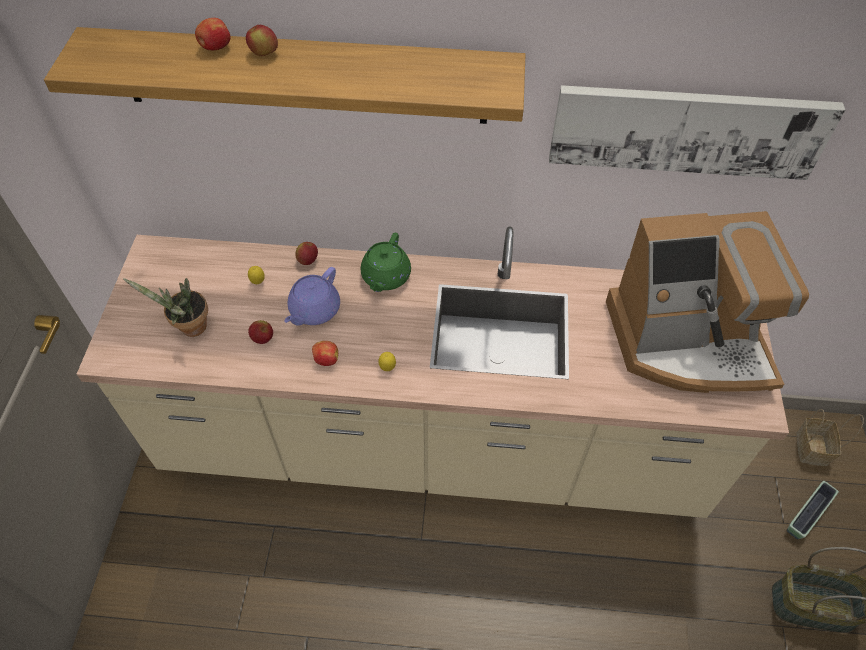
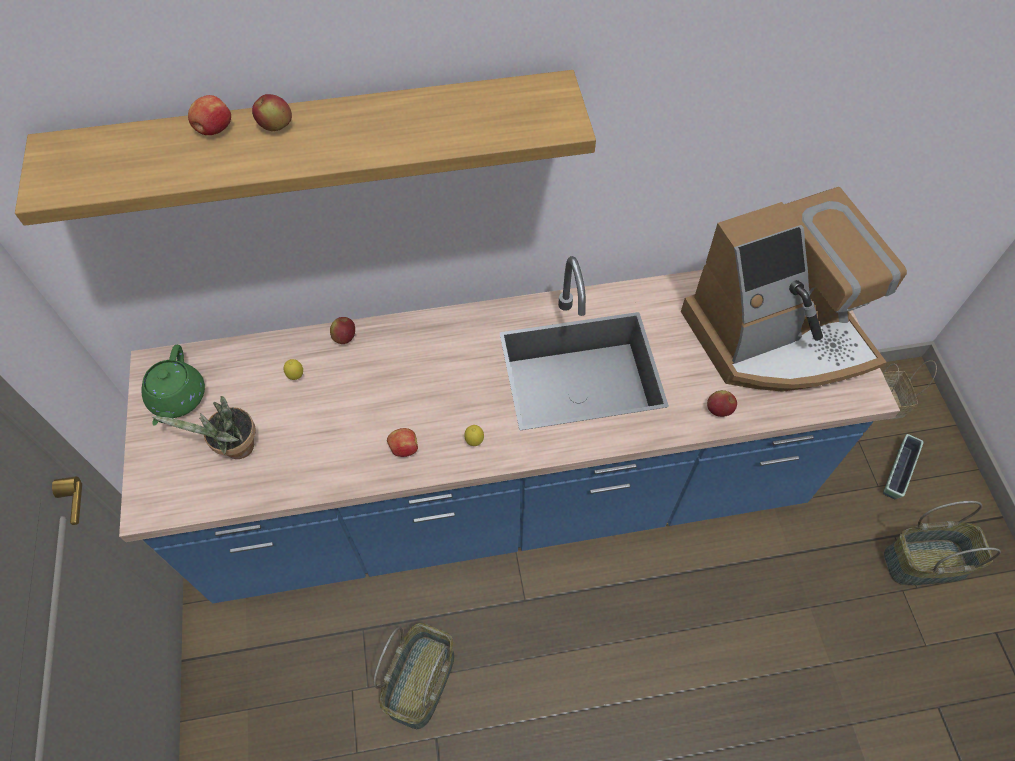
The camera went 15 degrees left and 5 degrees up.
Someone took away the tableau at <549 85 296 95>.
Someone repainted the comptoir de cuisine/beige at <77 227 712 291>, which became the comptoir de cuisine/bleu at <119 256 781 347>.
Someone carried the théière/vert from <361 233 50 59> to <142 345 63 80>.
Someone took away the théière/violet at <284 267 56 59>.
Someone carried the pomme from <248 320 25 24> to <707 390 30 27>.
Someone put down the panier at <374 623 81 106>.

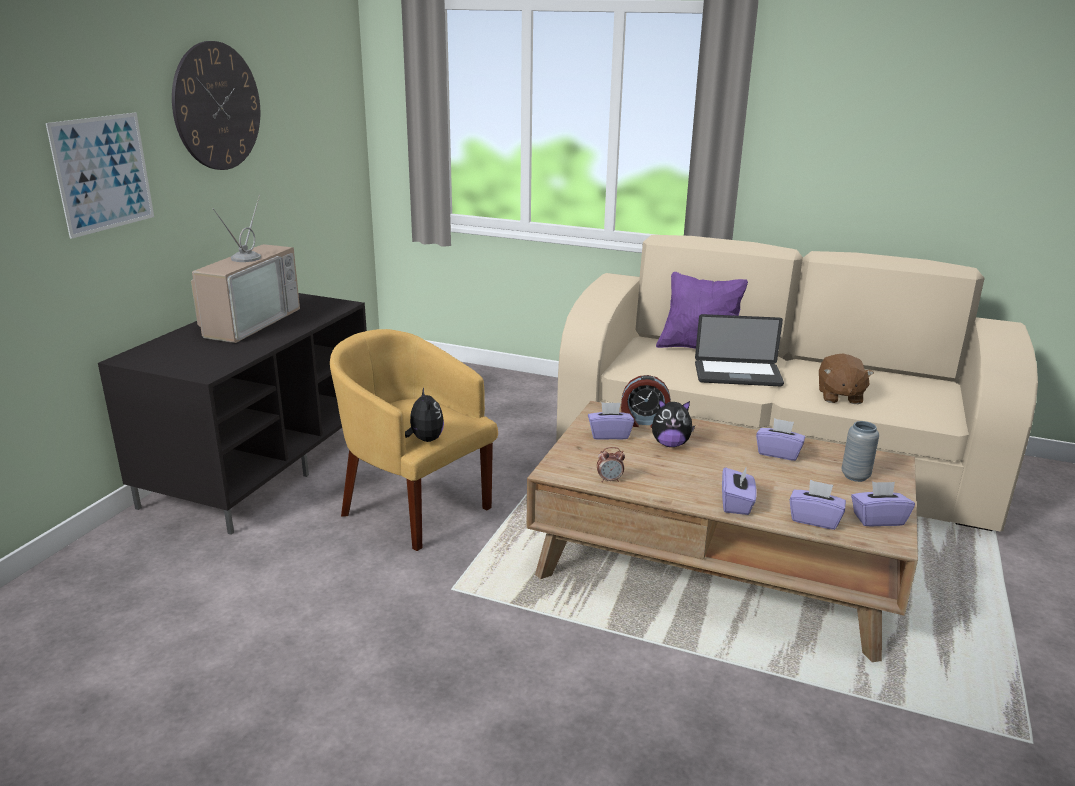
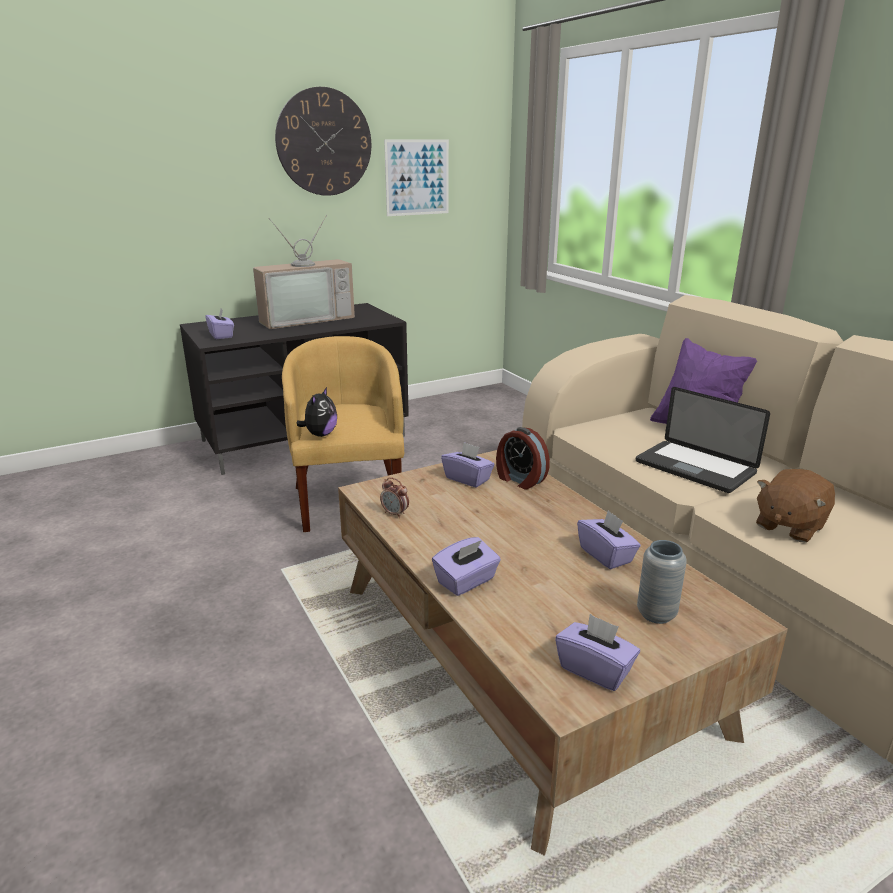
The camera went 40 degrees right and 0 degrees up.
Someone carried the tableau from <46 112 108 127> to <384 140 65 76>.
Someone took away the peluche at <652 399 43 48>.
Someone carried the boîte à mouchoirs/violet from <790 480 56 50> to <205 309 29 30>.

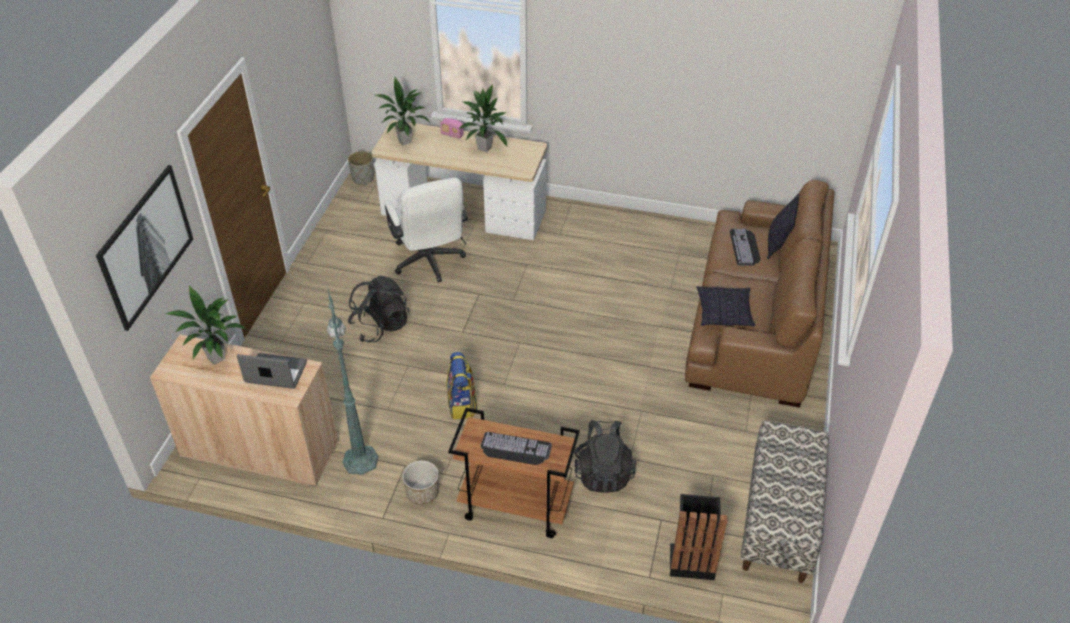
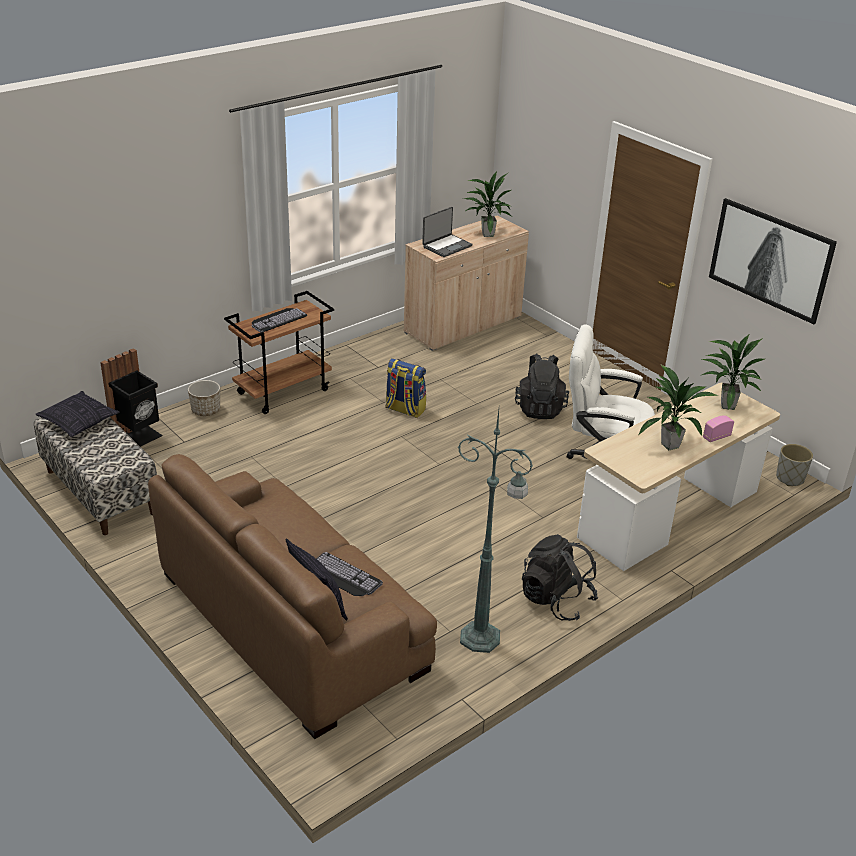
The camera went 125 degrees right and 10 degrees down.
Someone carried the tableau from <96 165 97 166> to <709 198 128 126>.
Someone carried the lampadaire/vert from <327 285 51 190> to <458 410 75 243>.
Someone carried the coussin from <696 286 60 40> to <35 391 85 46>.
Someone carried the sac à dos/noir from <574 420 62 72> to <522 534 76 87>.
Someone carried the cache-pot from <402 460 37 44> to <188 380 32 36>.

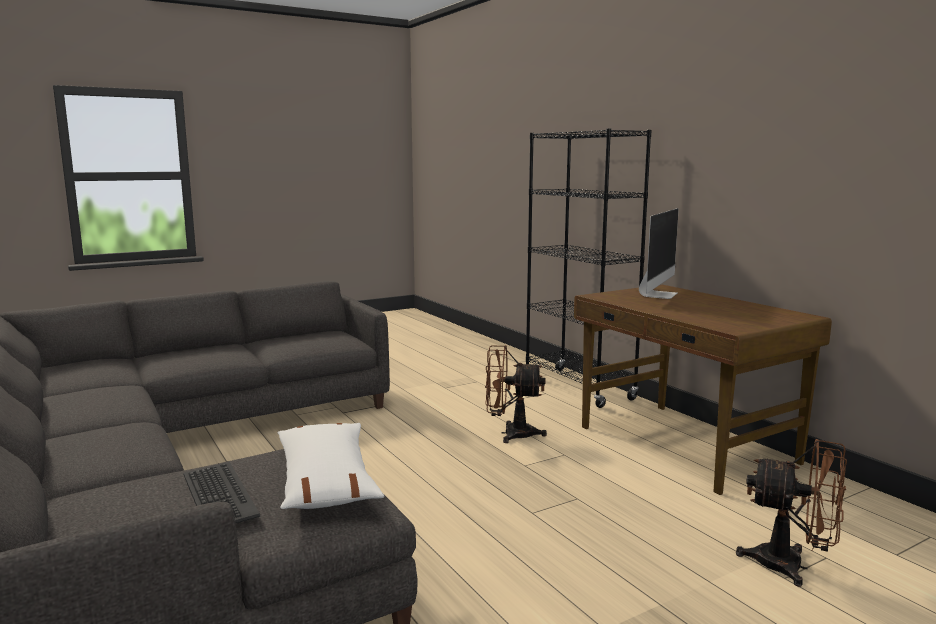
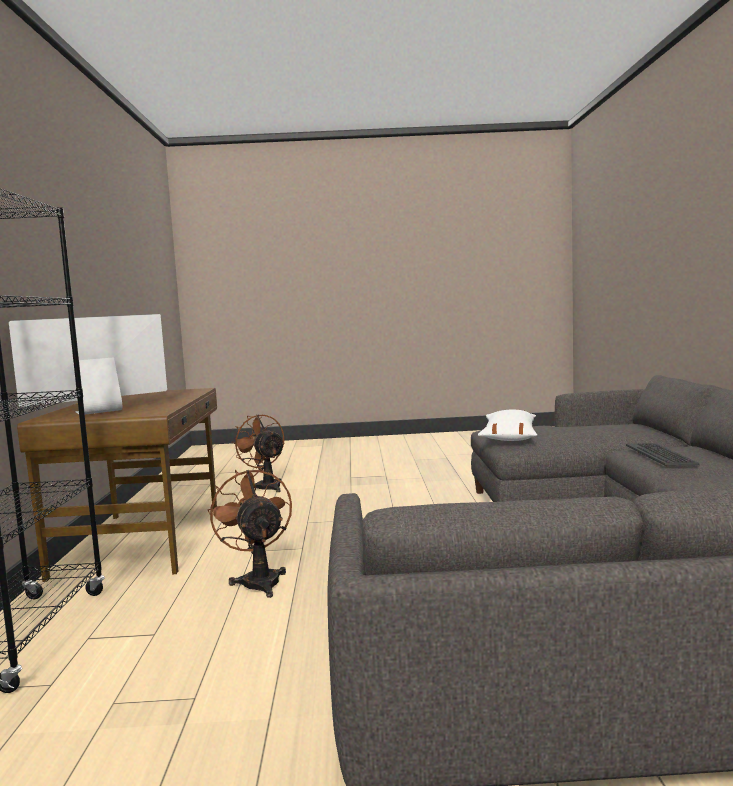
The camera went 150 degrees left and 5 degrees down.
Someone rotated the ventilateur/marron at <485 345 62 98> by 150 degrees counterclockwise.
Someone carried the clavier from <184 462 76 61> to <626 443 74 23>.

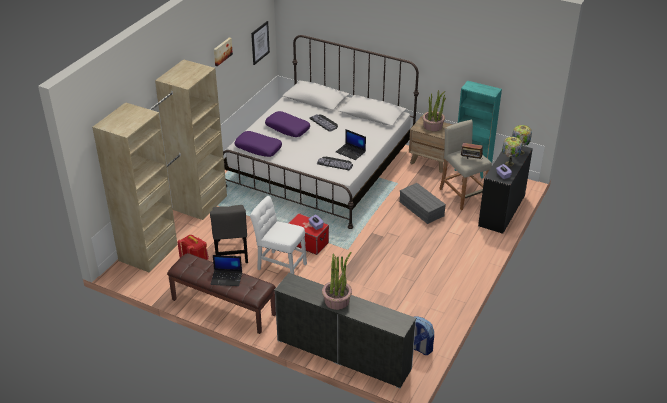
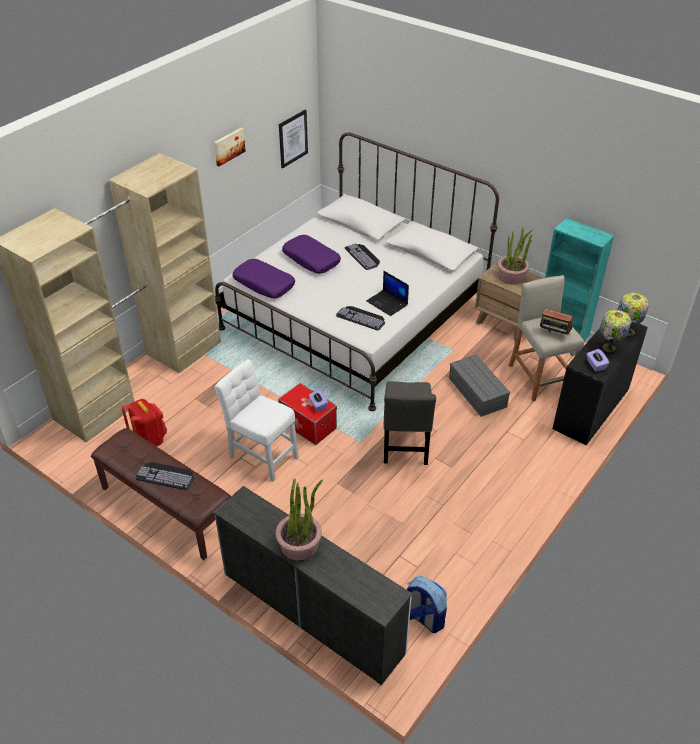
The camera went 10 degrees right and 5 degrees up.
Someone carried the chaise/gris from <210 205 38 58> to <384 381 52 84>.
Someone swapped the ordinateur portable at <210 255 32 31> for the clavier at <134 462 60 28>.

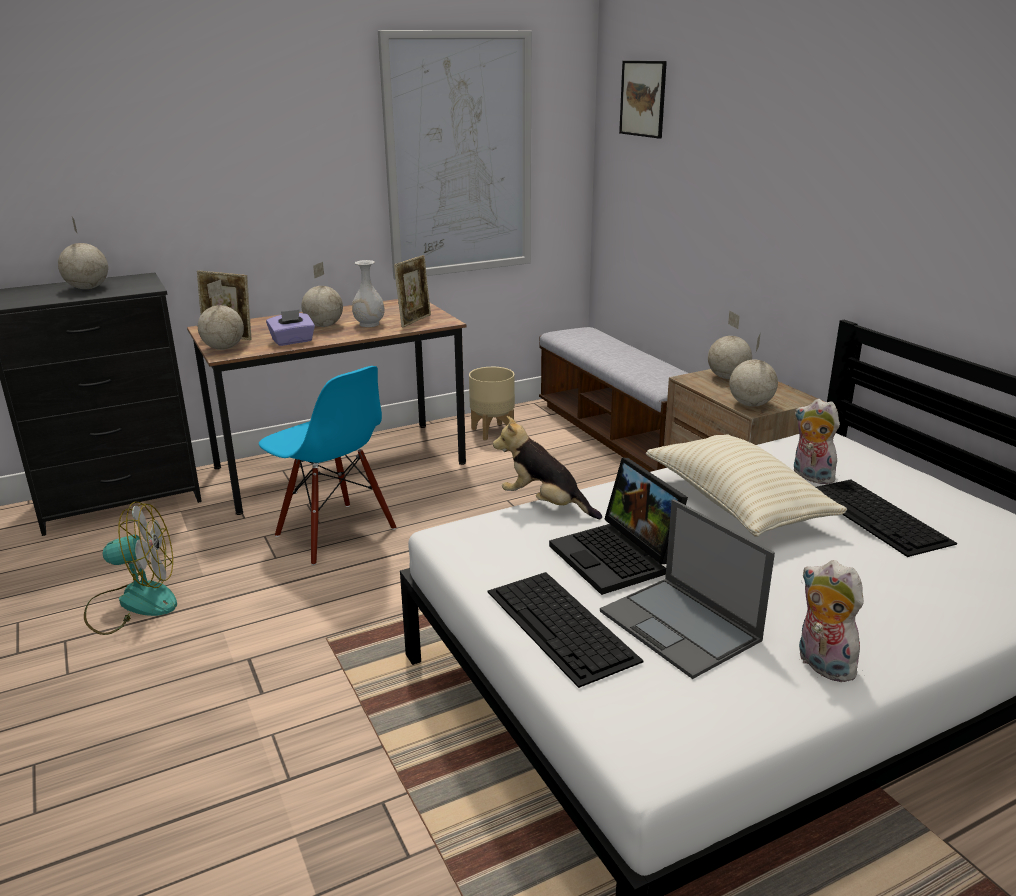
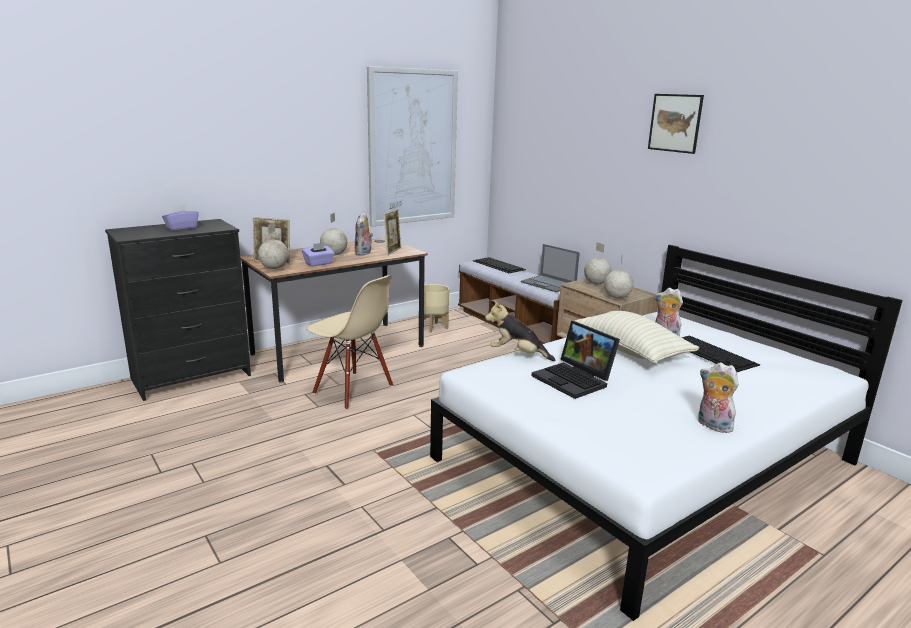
The camera went 10 degrees left and 5 degrees down.
Someone carried the tableau from <619 61 48 78> to <648 94 56 60>.
Someone swapped the globe at <58 217 50 72> for the boîte à mouchoirs/violet at <162 203 37 27>.
Someone swapped the vase/blanc at <352 260 33 67> for the peluche at <355 212 18 44>.
Someone repainted the chaise/bleu at <259 366 137 200>, which became the chaise/beige at <306 275 87 135>.
Someone carried the ordinateur portable from <600 499 175 180> to <521 244 59 48>.
Someone took away the ventilateur at <84 501 93 134>.
Someone carried the clavier from <488 572 155 116> to <473 257 53 16>.

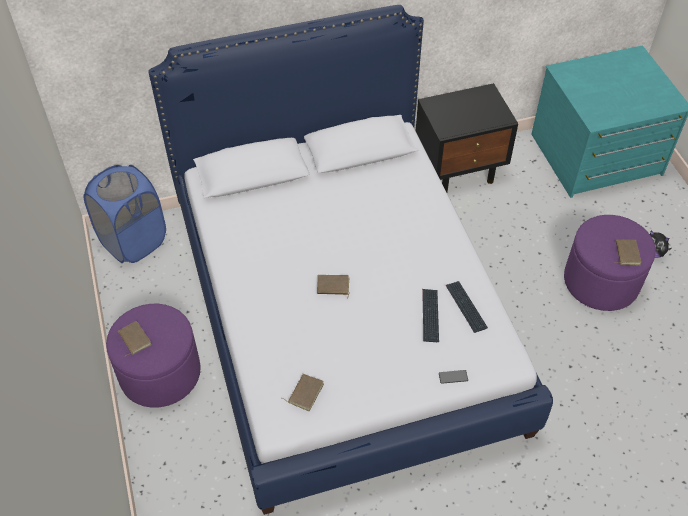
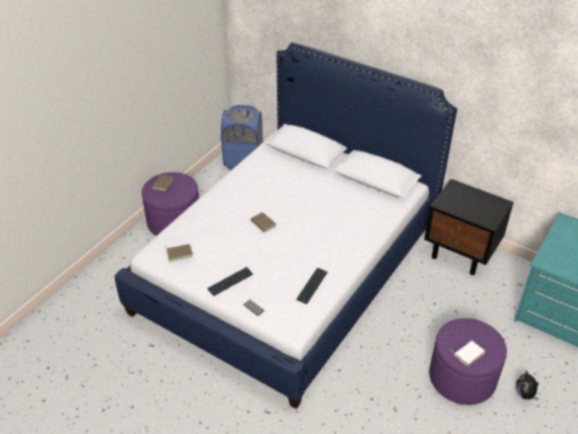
The camera went 50 degrees right and 10 degrees down.
Someone repainted the livre/marron at <614 240 27 25>, which became the livre/blanc at <450 340 35 26>.
Someone carried the clavier from <422 289 17 53> to <207 267 46 29>.

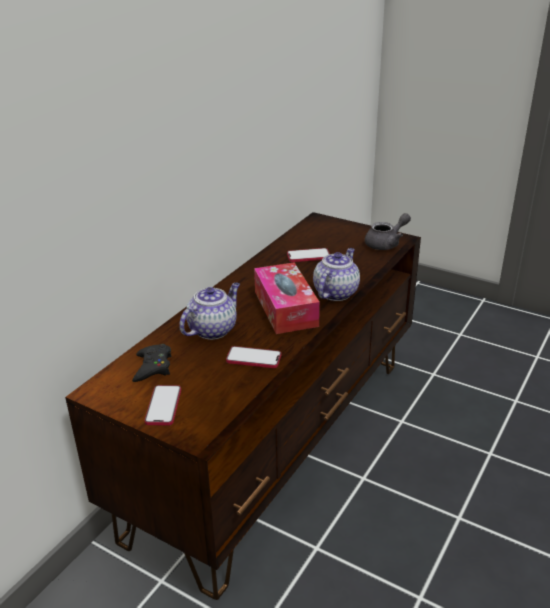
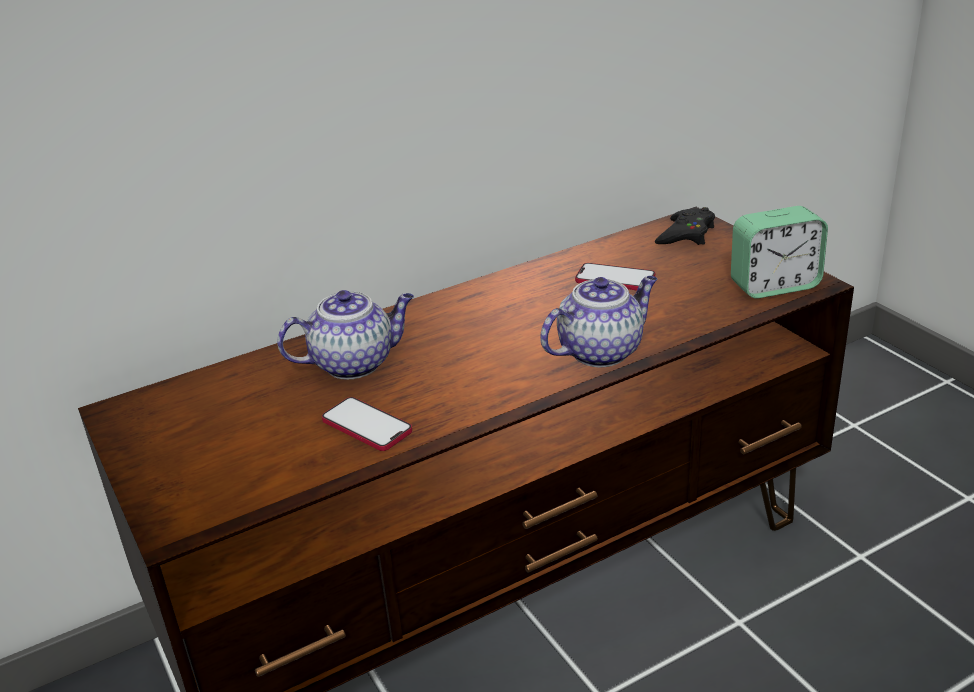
The camera went 30 degrees right and 0 degrees up.
Someone swapped the théière/gris at <365 213 46 37> for the réveil at <731 206 97 93>.
Someone took away the boîte à mouchoirs at <254 262 66 72>.
Someone carried the manette/noir from <132 344 39 38> to <655 207 60 38>.
Someone took away the téléphone at <144 385 37 41>.

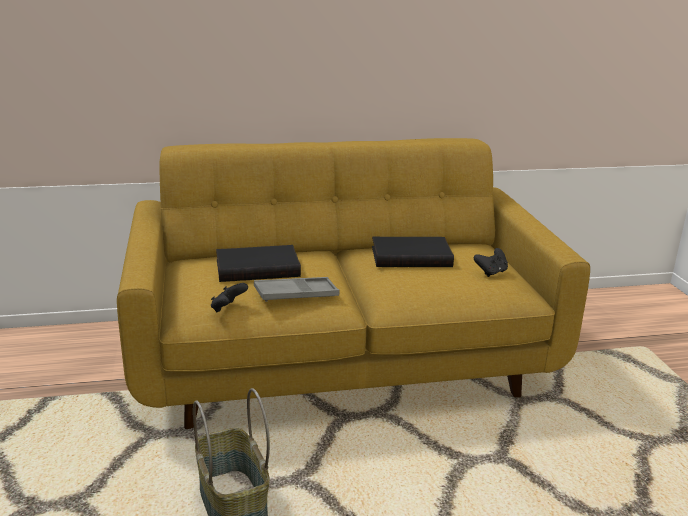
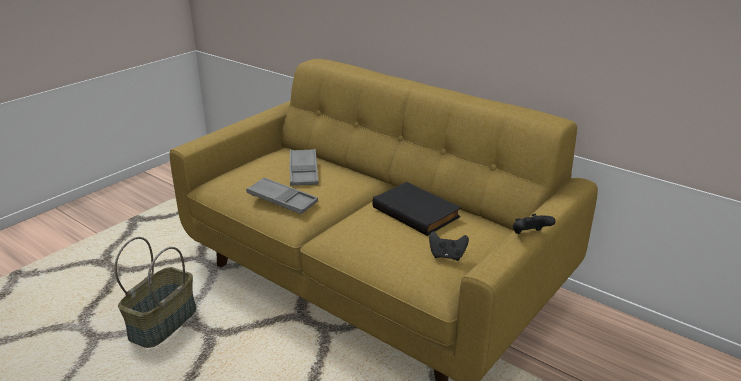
The camera went 50 degrees right and 5 degrees up.
Someone swapped the livre/noir at <216 245 85 37> for the plateau/gris at <289 149 29 37>.
Someone carried the manette/noir from <211 283 37 29> to <513 214 43 20>.

